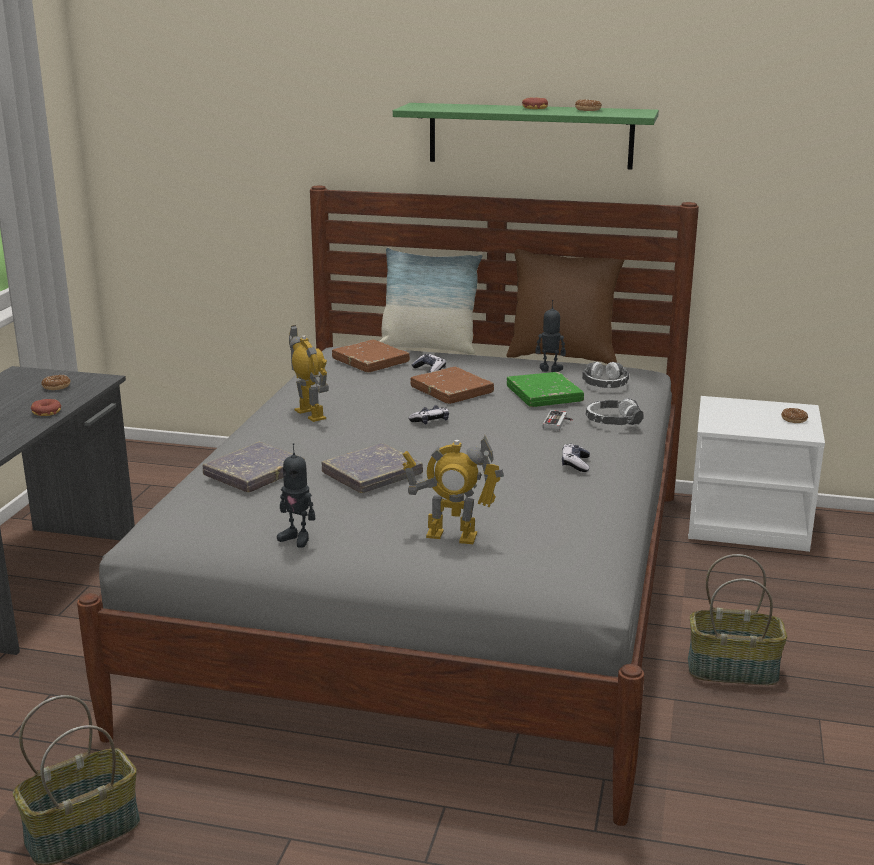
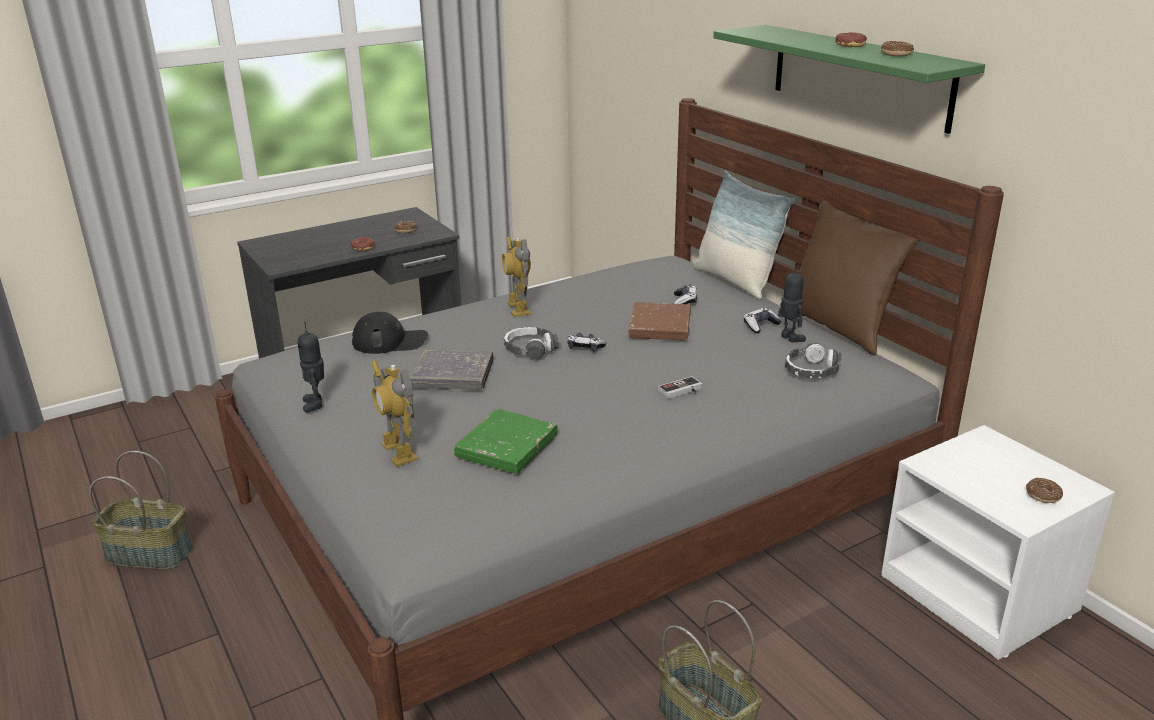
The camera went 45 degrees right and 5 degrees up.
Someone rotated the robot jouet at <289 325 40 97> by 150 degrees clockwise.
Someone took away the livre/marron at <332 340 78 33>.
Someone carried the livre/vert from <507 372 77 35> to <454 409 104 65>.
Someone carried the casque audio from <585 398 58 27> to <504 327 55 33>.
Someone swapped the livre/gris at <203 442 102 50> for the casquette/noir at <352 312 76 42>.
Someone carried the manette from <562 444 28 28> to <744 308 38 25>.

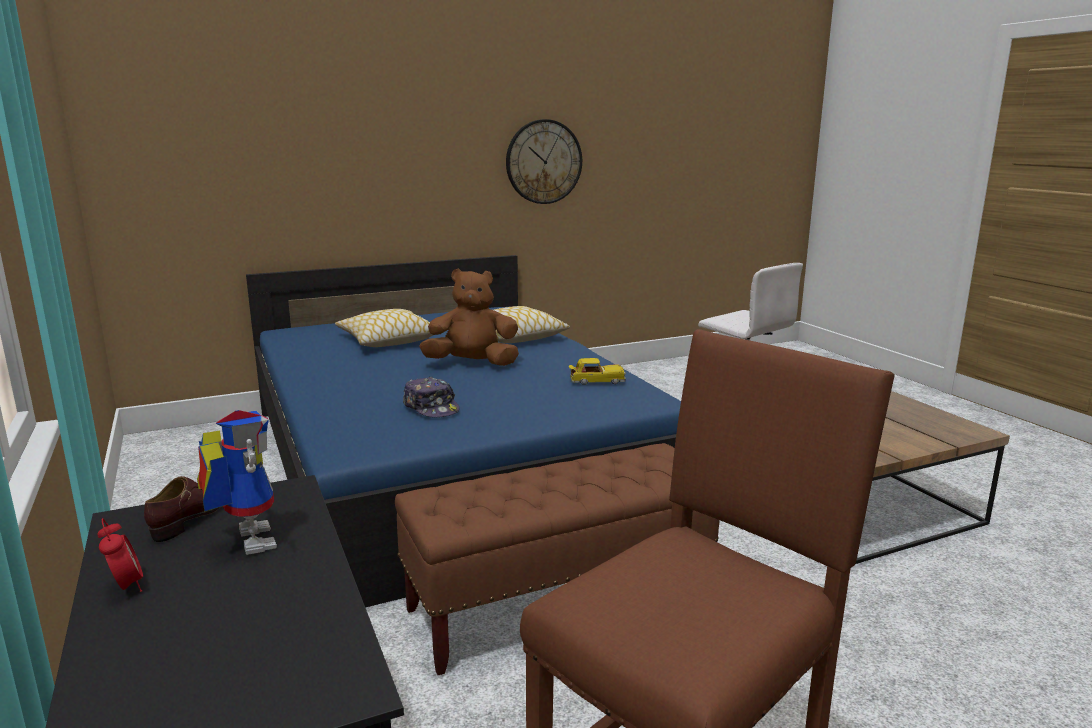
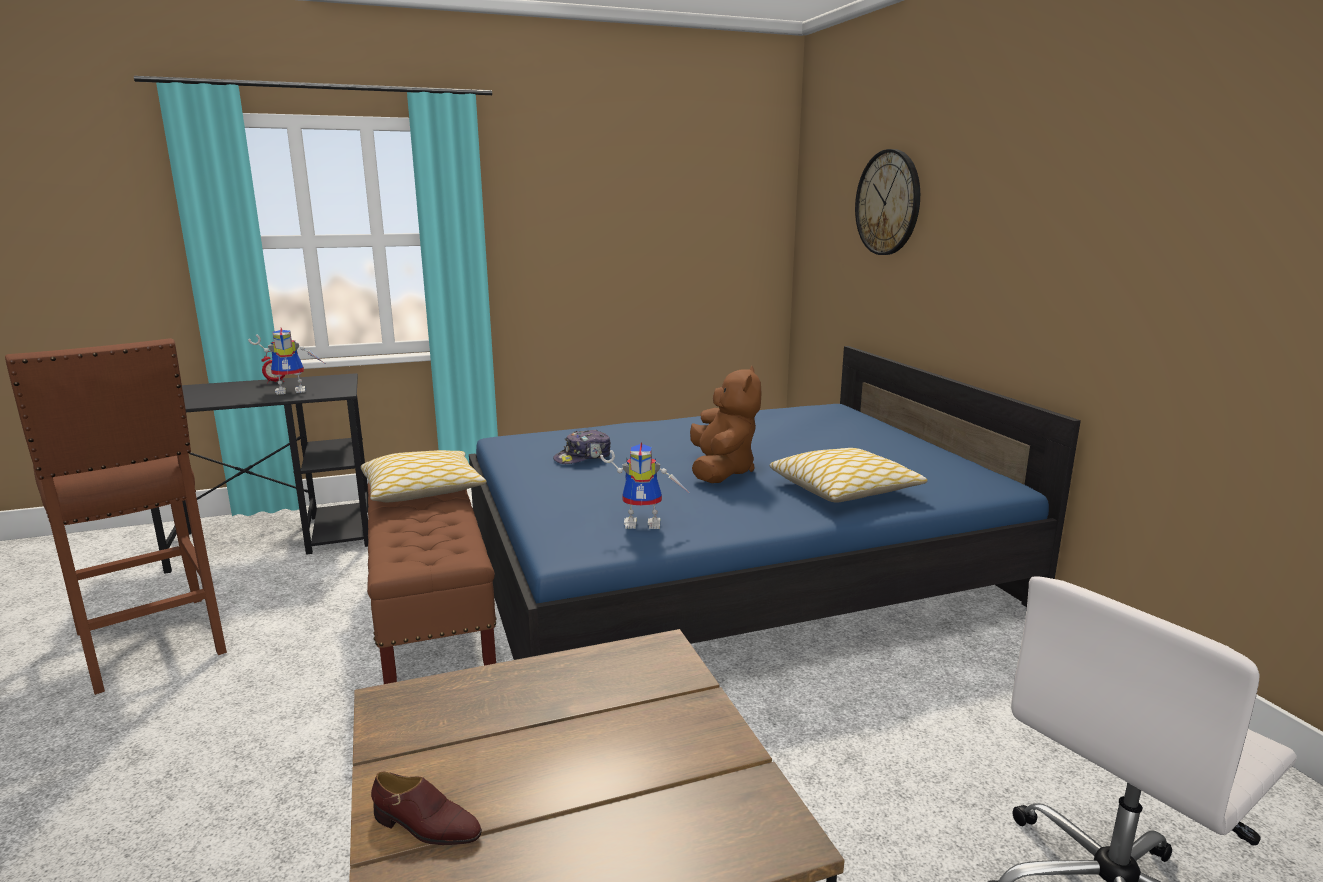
The camera went 95 degrees right and 0 degrees up.
Someone carried the horloge murale from <506 119 76 85> to <855 149 65 106>.
Someone carried the coussin from <335 309 98 38> to <361 450 126 52>.
Someone swapped the petite voiture at <569 358 57 27> for the robot jouet at <600 443 88 86>.
Someone carried the chaussure/marron from <144 476 76 66> to <371 772 111 73>.

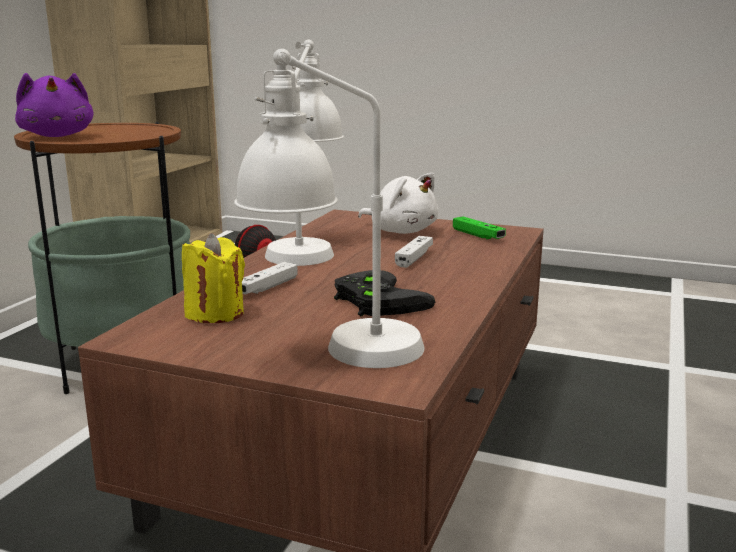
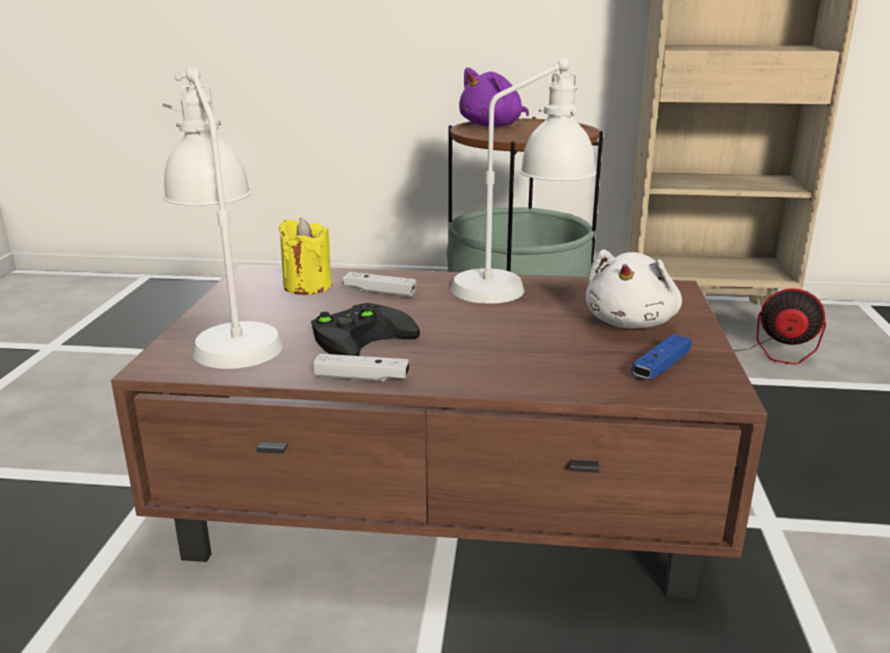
The camera went 75 degrees right and 5 degrees up.
Someone repainted the manette/vert at <453 216 53 24>, which became the manette/bleu at <632 334 60 45>.
Someone carried the manette/blanc from <395 236 38 32> to <313 354 96 28>.

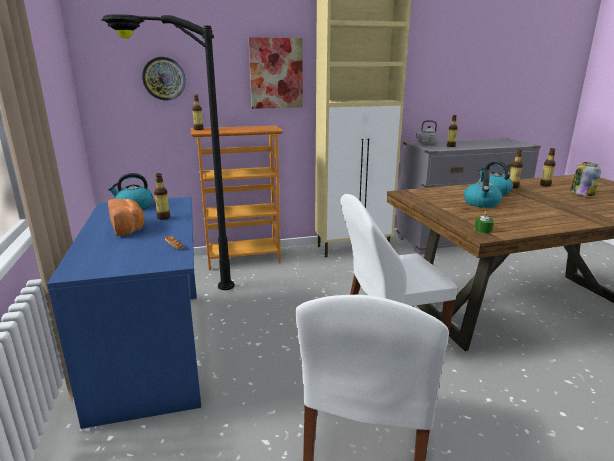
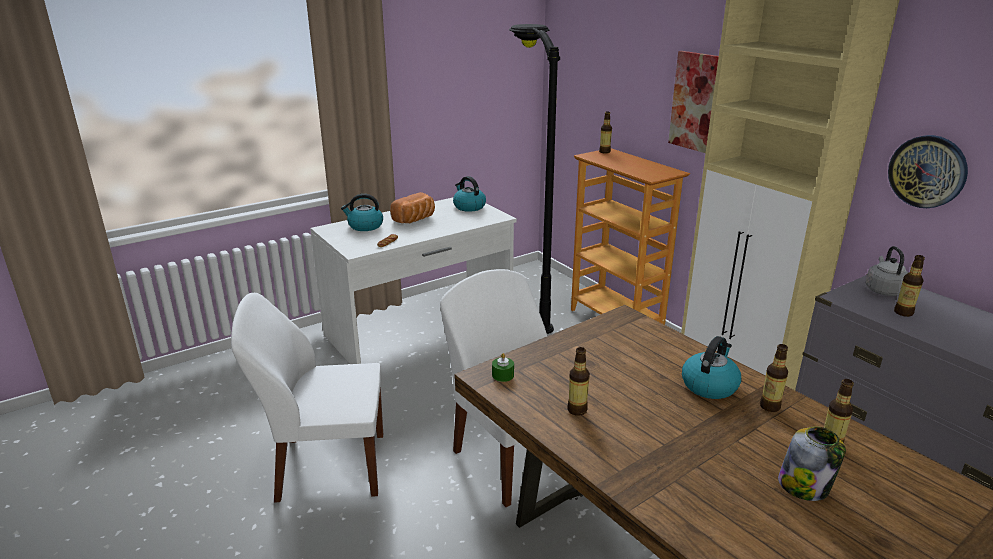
The camera went 70 degrees right and 5 degrees up.
Someone carried the horloge murale from <142 57 44 43> to <888 135 80 73>.
Someone carried the bouilloire from <464 170 38 38> to <341 194 42 37>.
Someone carried the bouteille from <154 173 16 47> to <567 347 23 69>.
Someone repainted the bureau/bleu at <47 197 154 232>, which became the bureau/blanc at <310 198 207 166>.

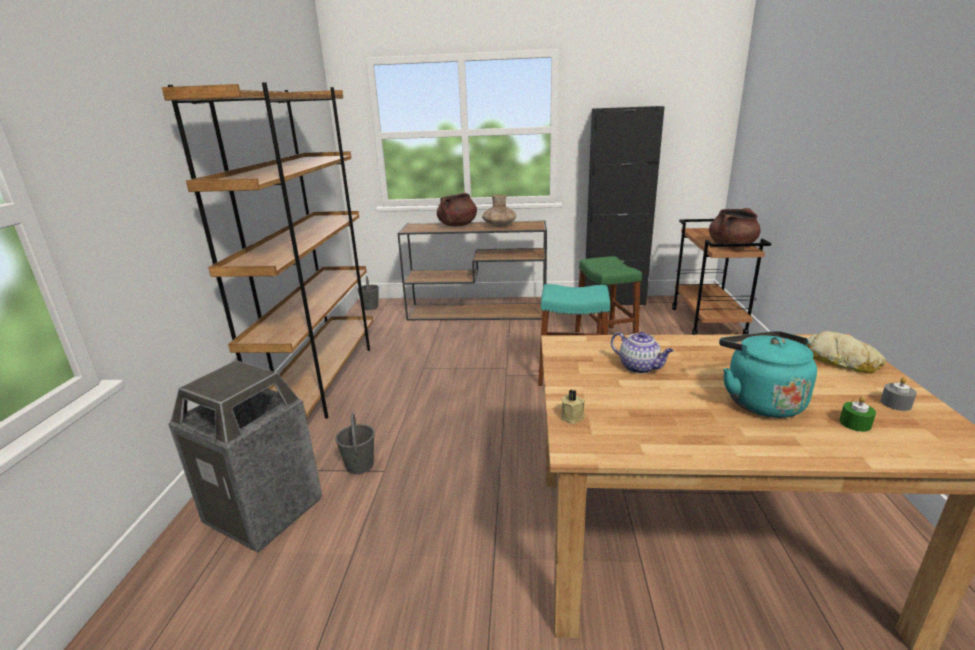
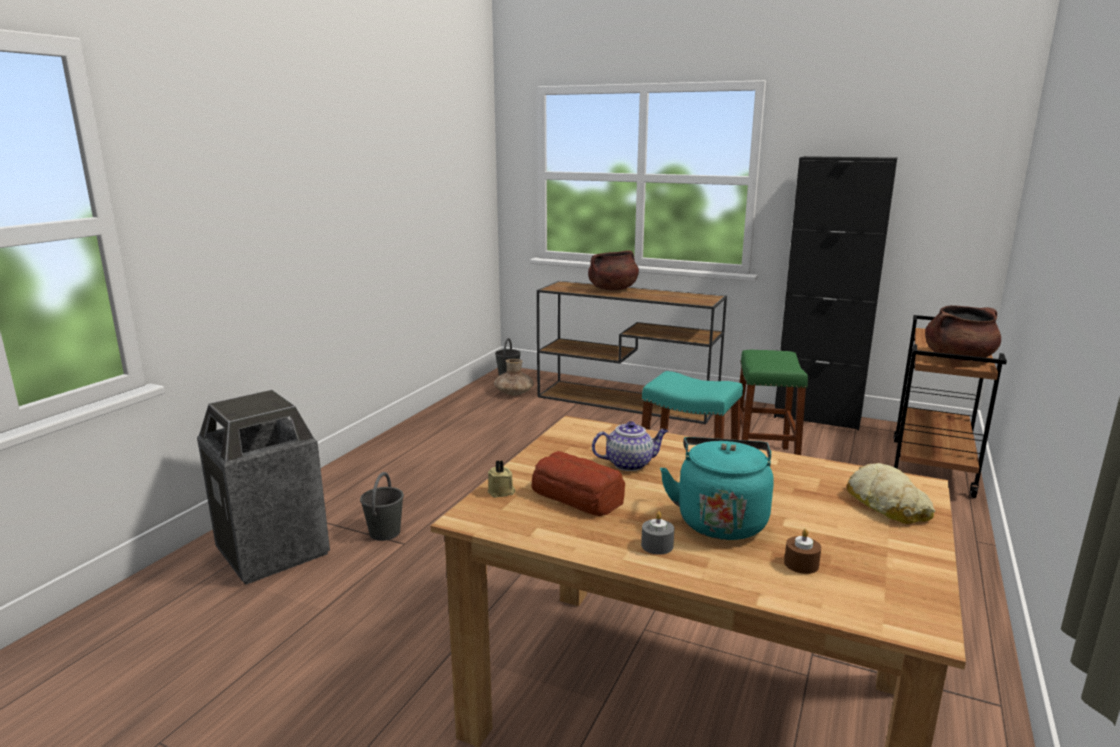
The camera went 20 degrees right and 5 degrees down.
Someone took away the bibliothèque/marron at <162 82 211 337>.
Someone carried the vase/marron from <482 195 34 32> to <494 359 40 36>.
Someone rotated the théière at <611 332 63 42> by 75 degrees counterclockwise.
Someone carried the bougie/gris from <880 377 37 34> to <641 511 33 44>.
Someone repainted the bougie/vert at <839 396 37 36>, which became the bougie/marron at <784 529 37 45>.
Someone put down the pain at <531 451 94 65>.

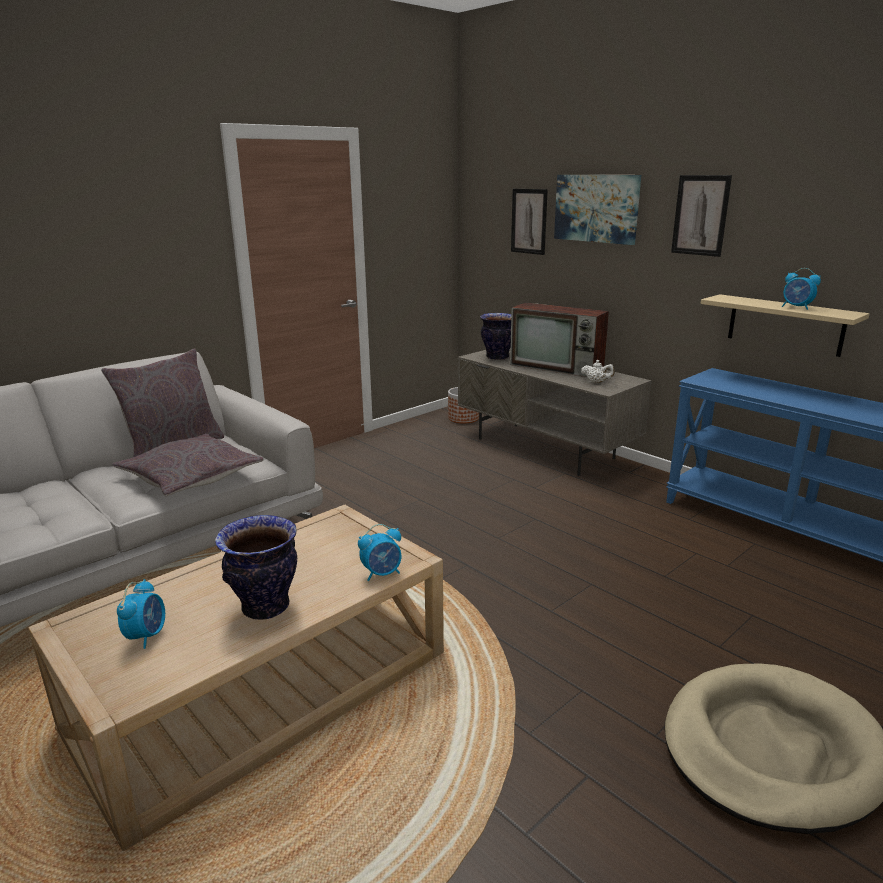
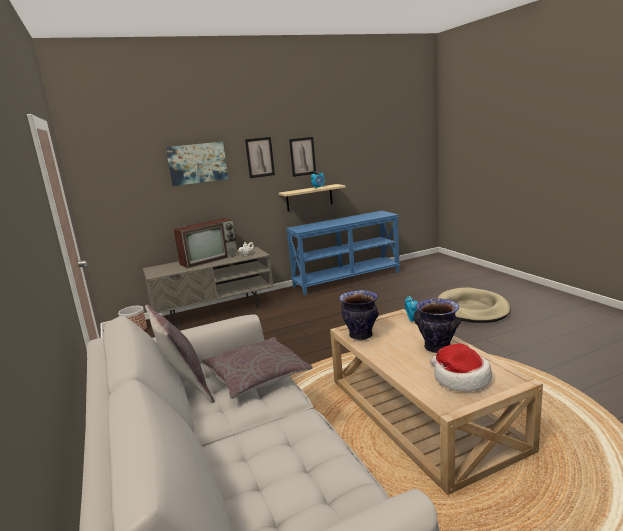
The camera went 70 degrees left and 5 degrees down.
Someone carried the tableau from <511 189 37 66> to <289 137 27 40>.
Someone carried the vase from <480 313 31 47> to <339 290 40 50>.
Someone swapped the réveil at <117 579 48 70> for the chapeau at <430 343 62 48>.

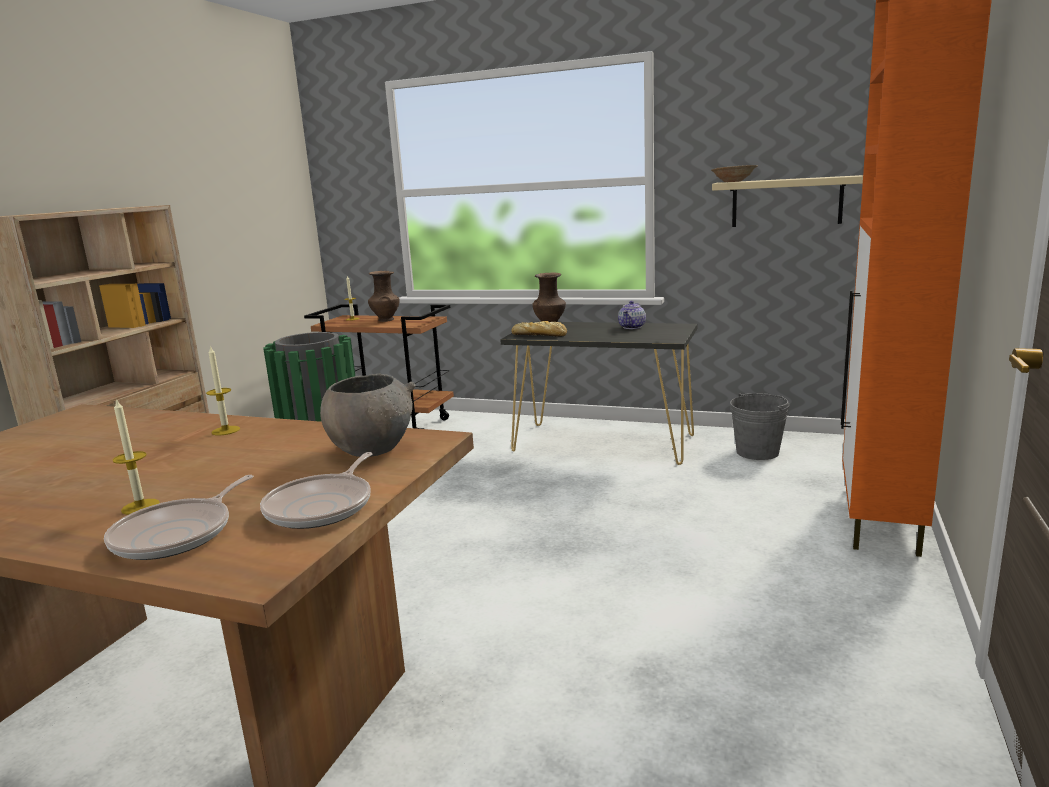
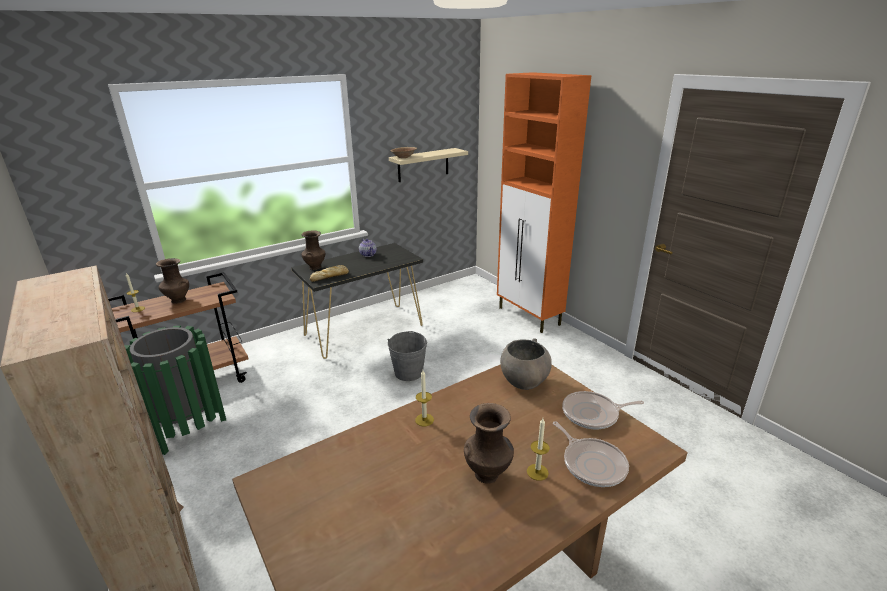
The camera went 55 degrees left and 10 degrees up.
Someone carried the seau/gris from <730 393 59 67> to <387 331 40 50>.
Someone rotated the poêle at <260 452 112 77> by 120 degrees clockwise.
Someone put down the vase/marron at <464 403 50 81>.

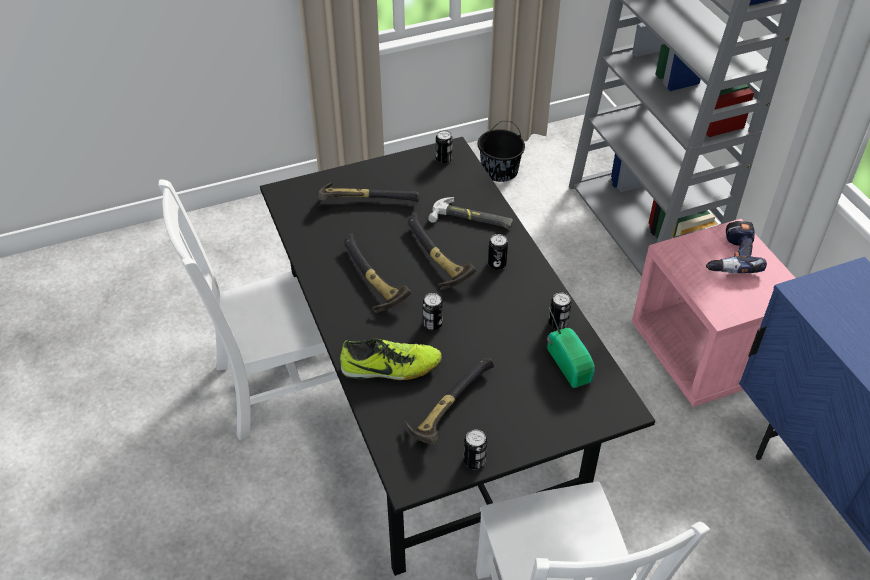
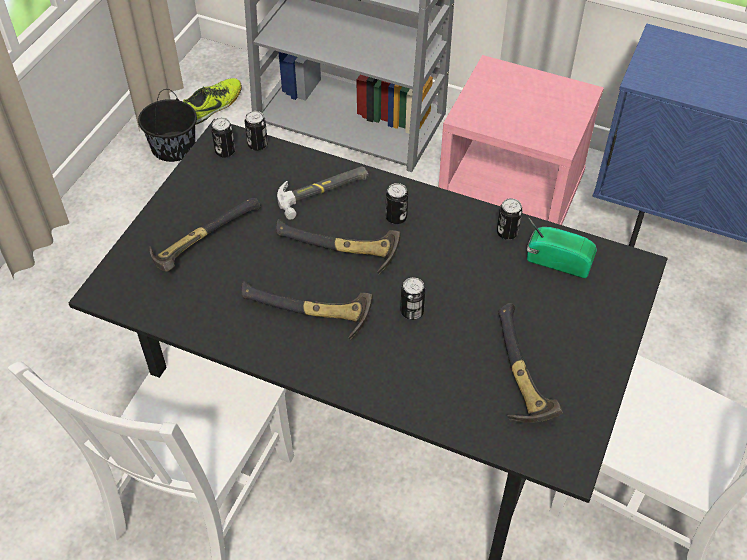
The camera went 45 degrees left and 5 degrees up.
Someone took away the perceuse at <706 221 61 53>.
Someone carried the chaussure from <340 339 102 41> to <183 78 59 46>.
Someone carried the boîte métallique from <463 429 24 40> to <245 111 23 40>.

